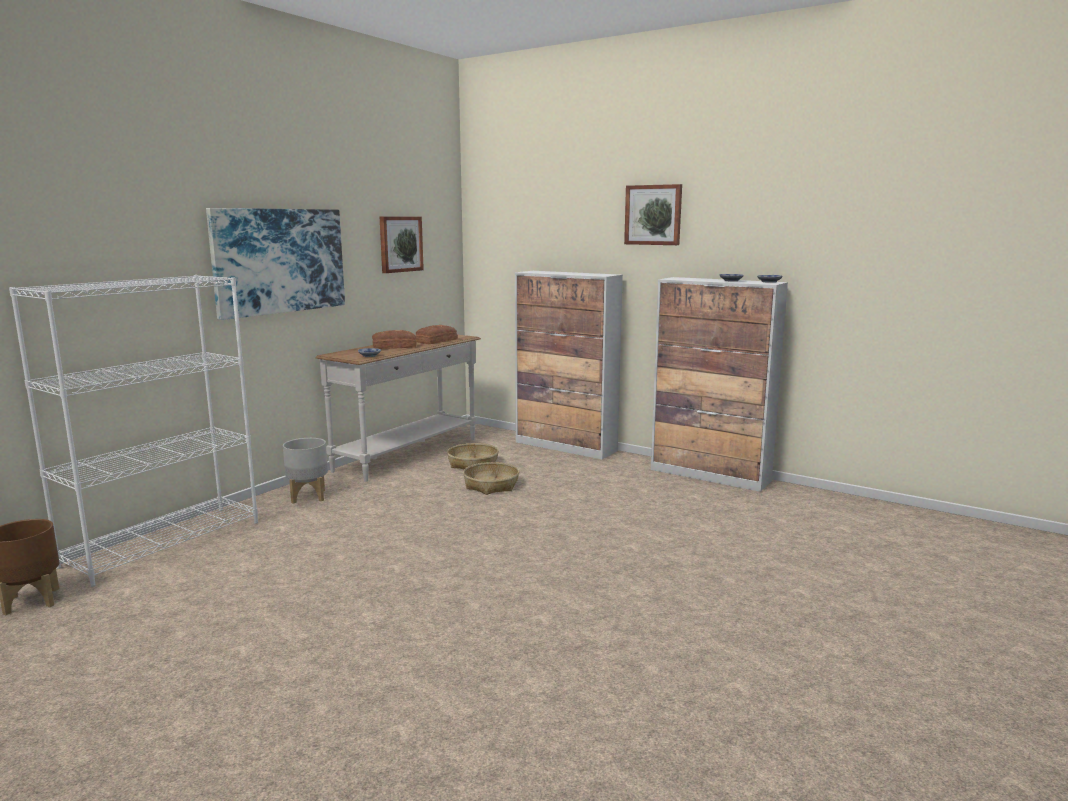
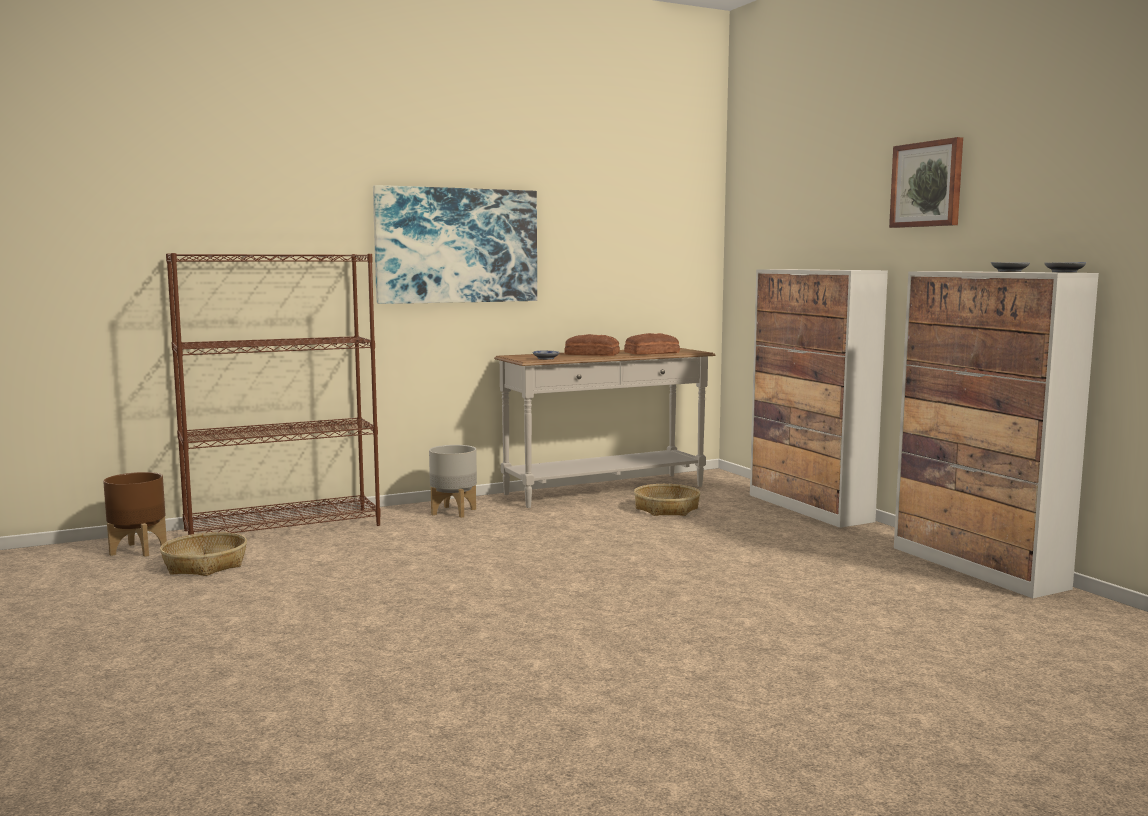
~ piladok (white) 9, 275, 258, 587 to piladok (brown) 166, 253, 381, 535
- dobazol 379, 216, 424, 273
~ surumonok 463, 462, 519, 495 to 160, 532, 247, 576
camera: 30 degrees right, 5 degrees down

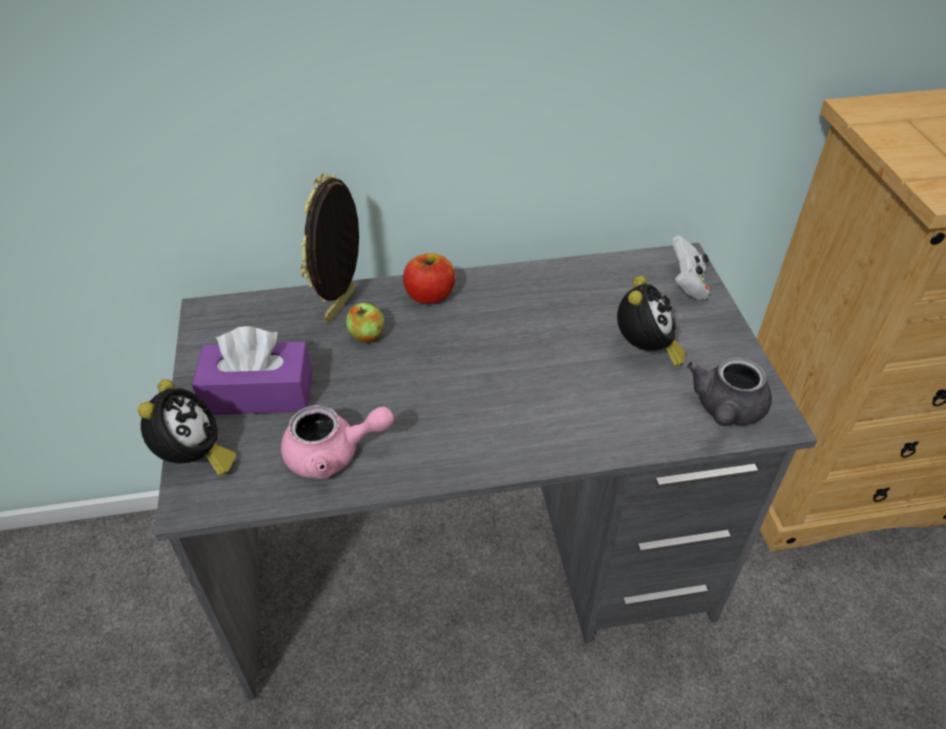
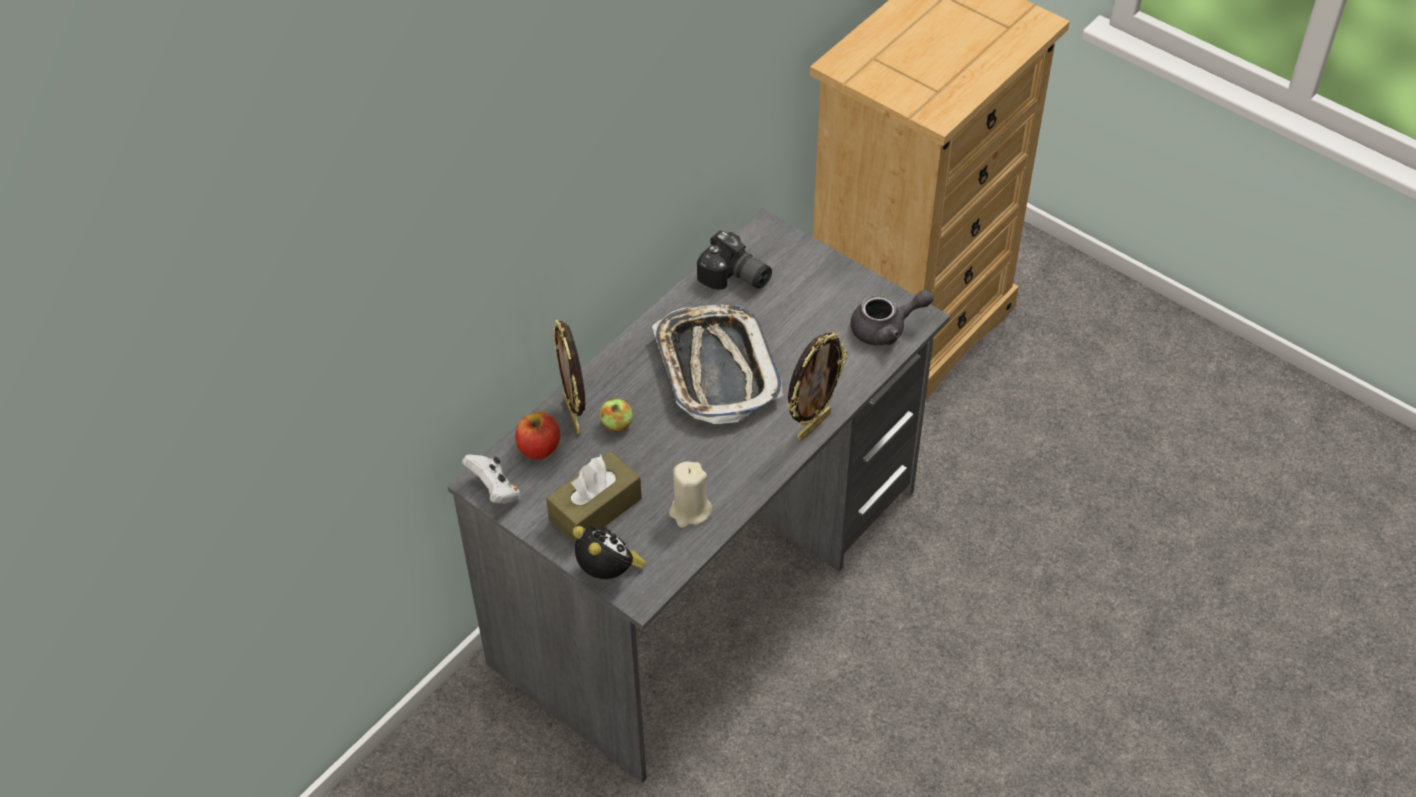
~ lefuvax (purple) 192, 326, 312, 415 to lefuvax (brown) 546, 451, 642, 543
~ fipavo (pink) 281, 405, 394, 479 to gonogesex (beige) 669, 461, 712, 528
~ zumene 403, 253, 455, 304 to 515, 412, 560, 460
- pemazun 617, 276, 685, 367
~ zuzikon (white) 671, 236, 710, 300 to 462, 454, 520, 504
~ fipavo (grey) 687, 357, 772, 426 = 850, 289, 934, 346 90 degrees counterclockwise
+ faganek 652, 304, 783, 424
+ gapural 697, 230, 772, 290
+ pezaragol 788, 332, 848, 441
camera: 40 degrees left, 5 degrees up

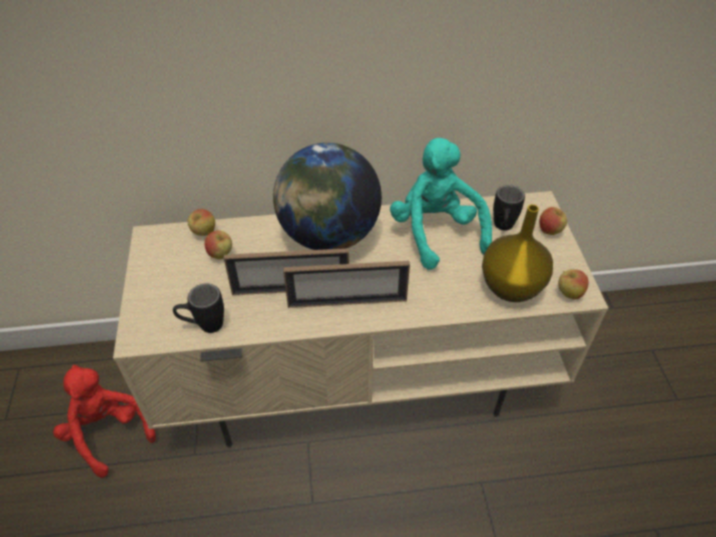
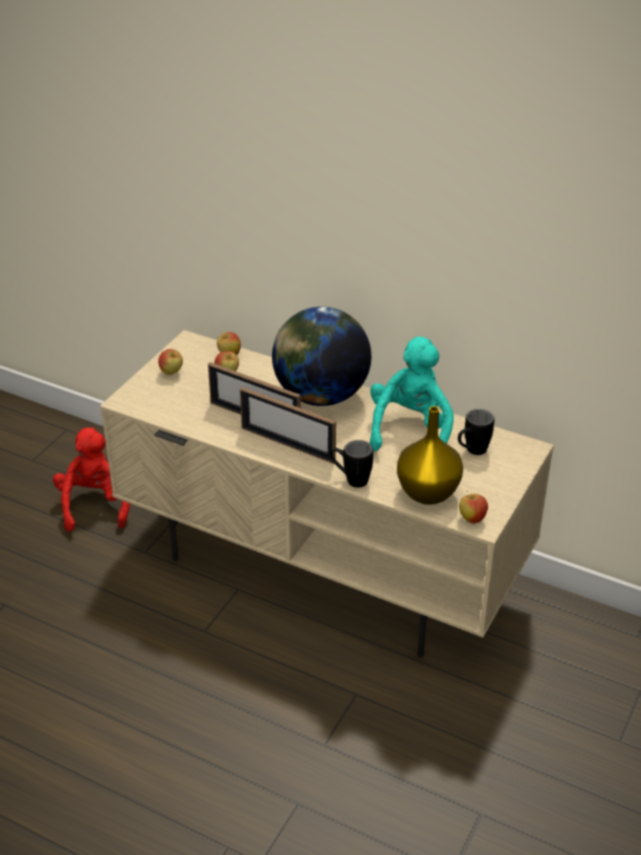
~ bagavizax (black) 173, 284, 224, 333 to 330, 440, 373, 488
~ zumene 539, 207, 568, 235 to 158, 349, 183, 375
camera: 35 degrees right, 10 degrees down

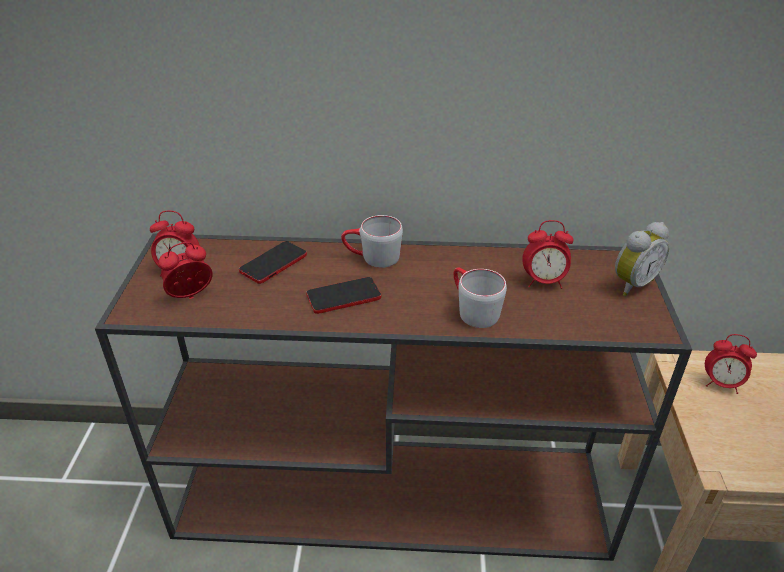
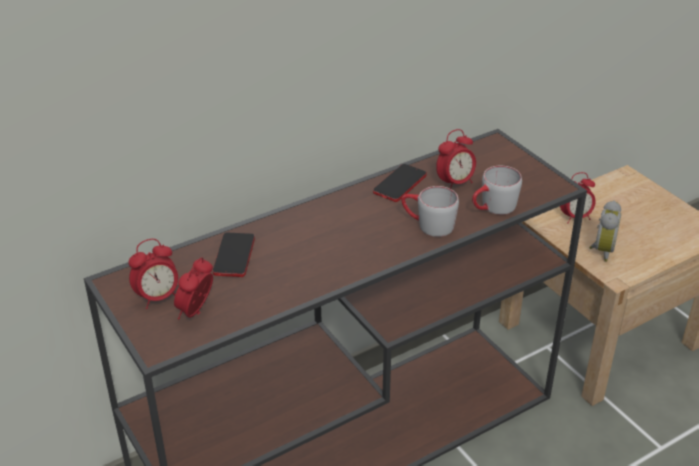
~ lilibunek 306, 277, 381, 314 to 373, 164, 427, 202
~ bagavizax (grey) 341, 215, 403, 268 to 472, 166, 522, 215
~ pemazun 615, 222, 669, 296 to 589, 200, 621, 262
camera: 35 degrees left, 0 degrees up

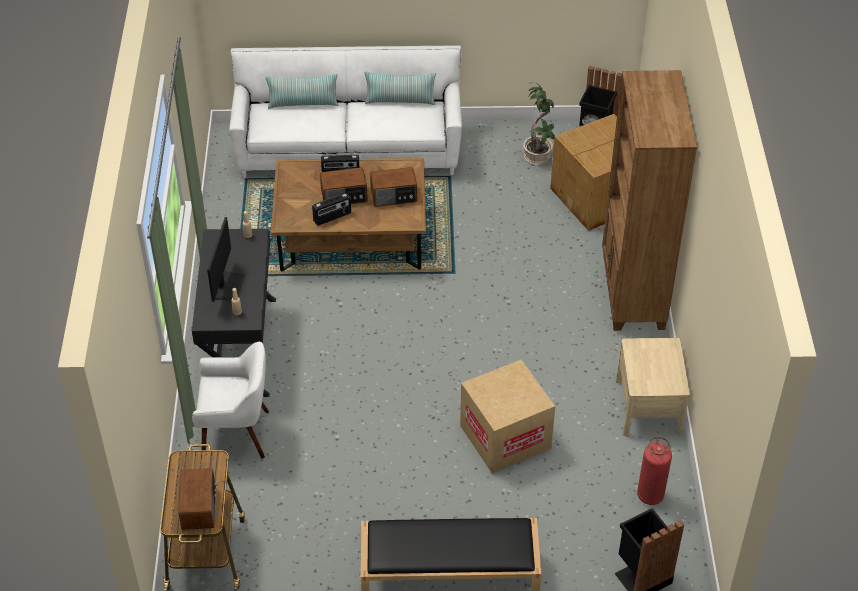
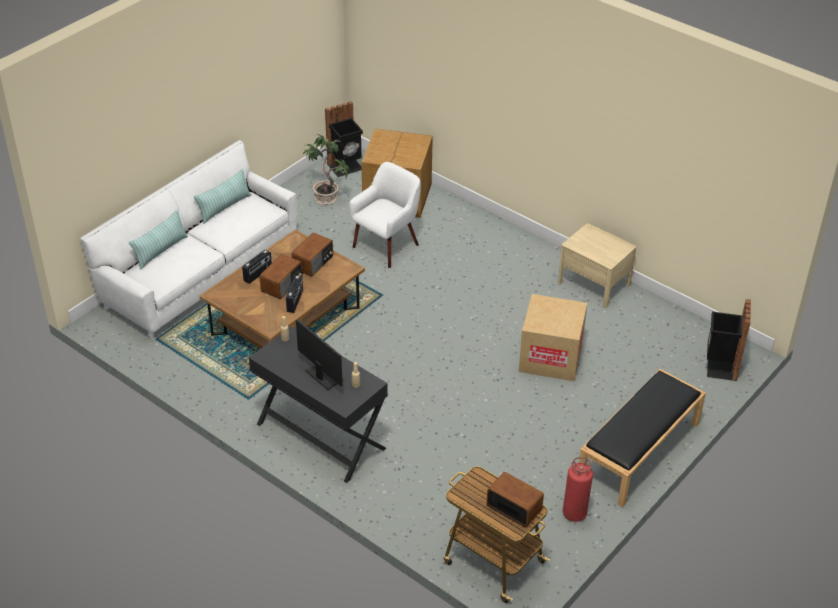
~ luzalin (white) 192, 342, 269, 459 to 349, 162, 421, 268
- piladok (brown) 602, 70, 697, 331
~ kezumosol 637, 437, 672, 505 to 563, 457, 593, 522
camera: 50 degrees left, 5 degrees down

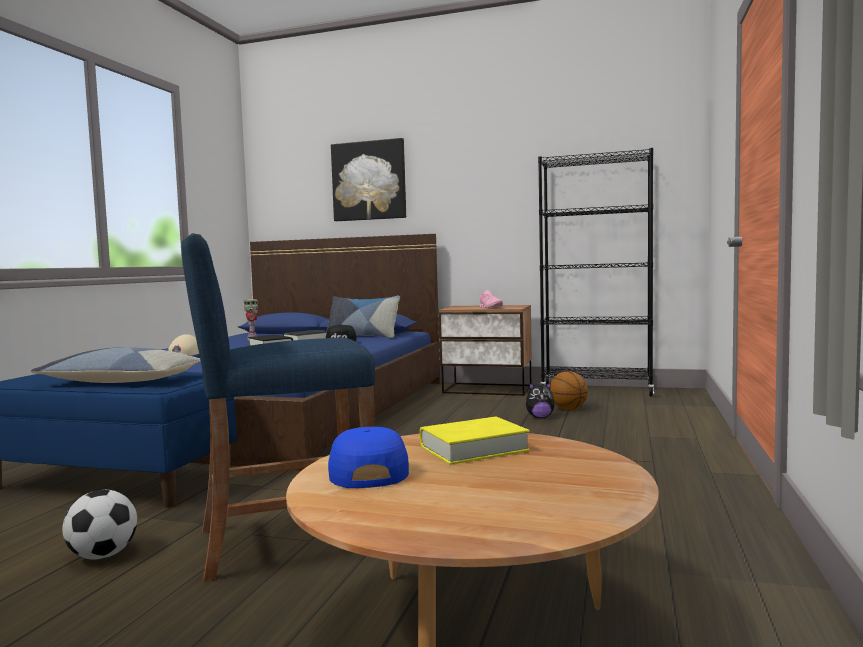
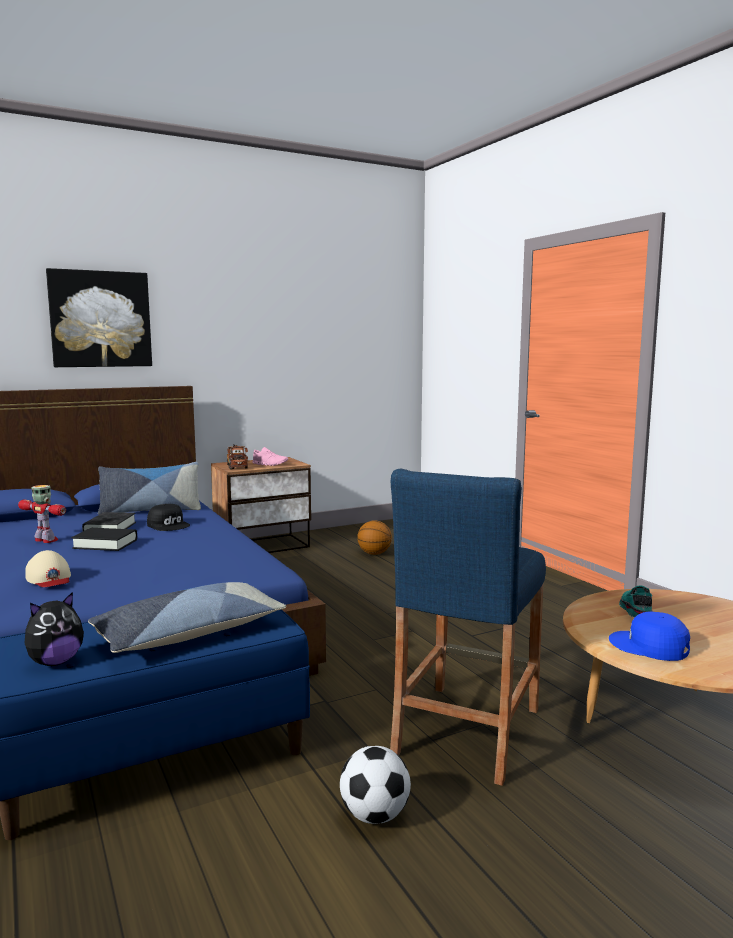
~ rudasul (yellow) 420, 417, 530, 465 to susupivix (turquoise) 619, 585, 652, 617
~ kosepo 526, 382, 555, 418 to 25, 592, 84, 666
- piladok (black) 538, 148, 654, 397
+ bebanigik 227, 445, 248, 469
camera: 45 degrees left, 5 degrees up

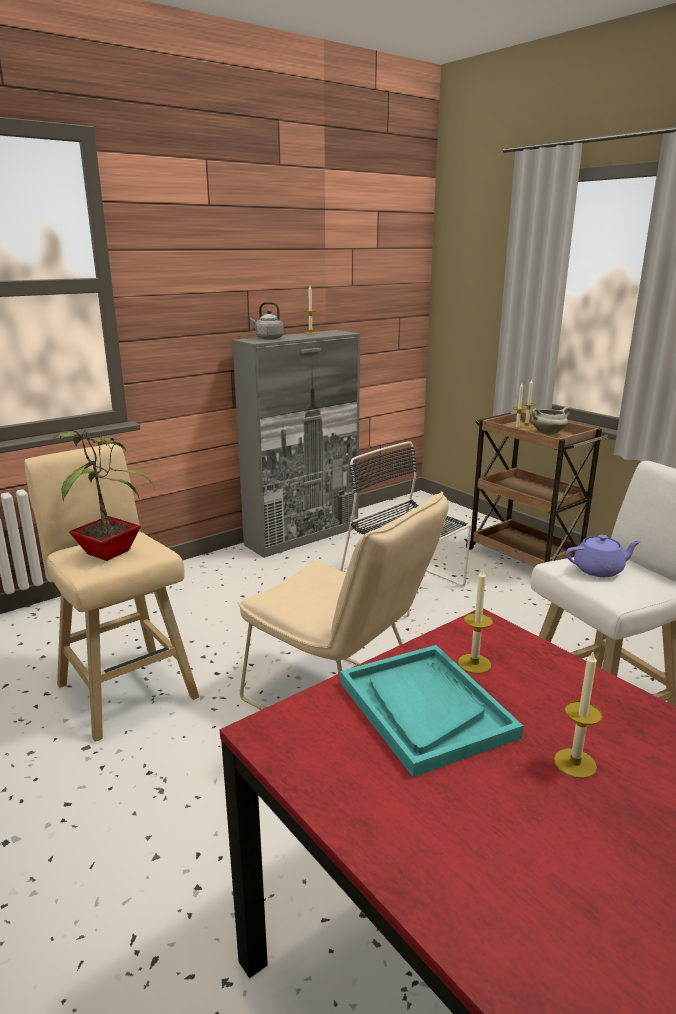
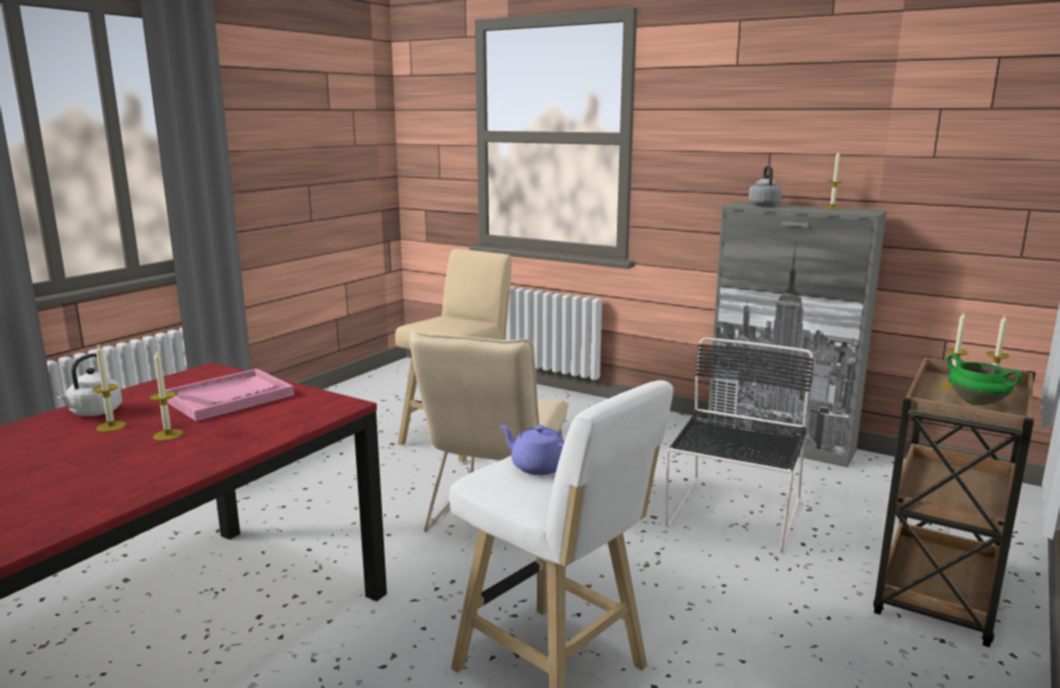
- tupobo 51, 426, 155, 561
~ faganek (turquoise) 340, 645, 523, 777 to faganek (pink) 165, 369, 294, 421
~ gonogesex 458, 569, 493, 674 to 92, 345, 126, 432
~ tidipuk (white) 531, 407, 570, 435 to tidipuk (green) 946, 354, 1022, 406
~ fipavo (purple) 566, 535, 642, 577 = 499, 425, 564, 475 150 degrees clockwise
+ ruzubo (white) 55, 353, 122, 416
camera: 70 degrees right, 5 degrees down

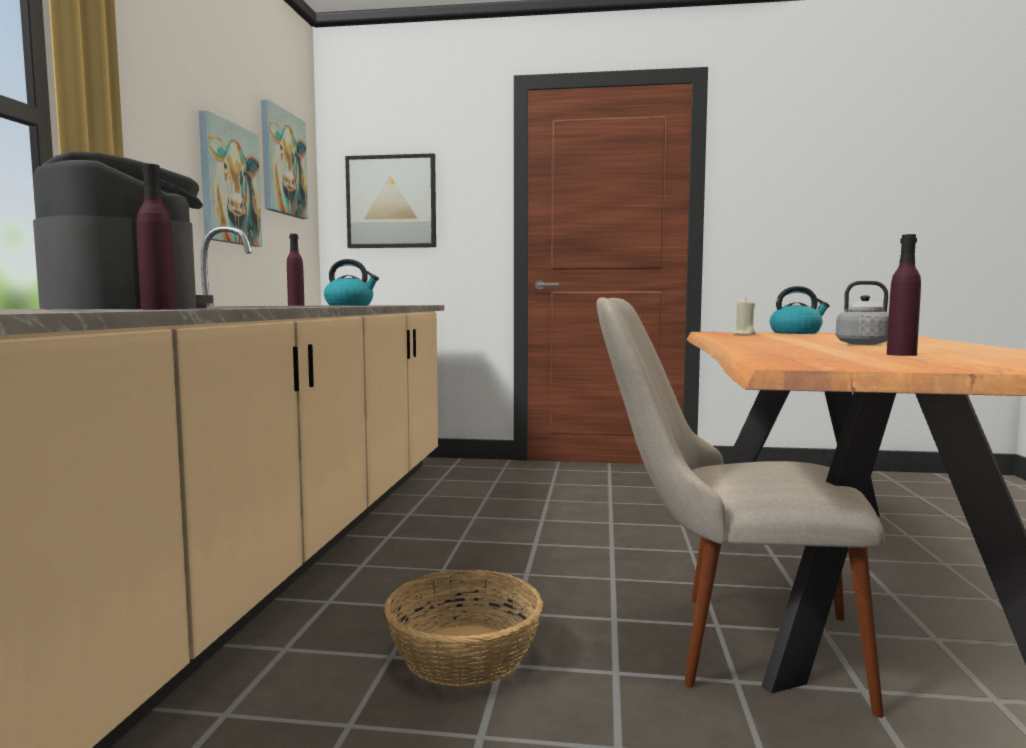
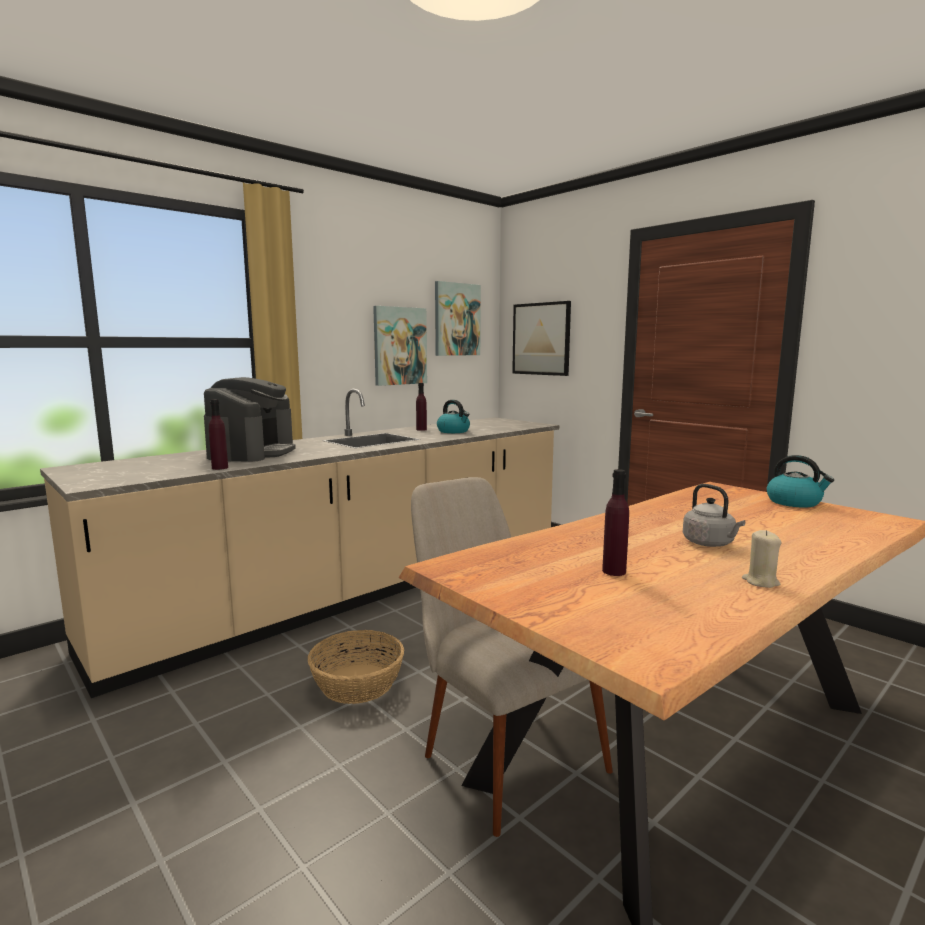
~ gonogesex (beige) 733, 298, 756, 335 to 742, 530, 781, 588
camera: 40 degrees right, 5 degrees up

